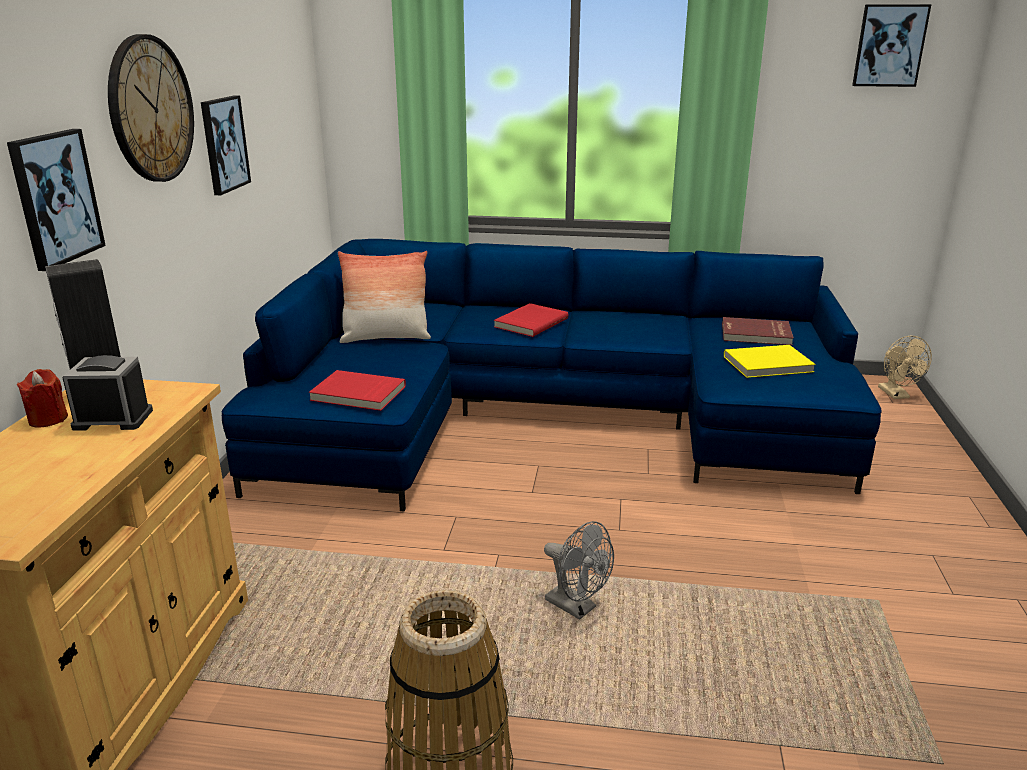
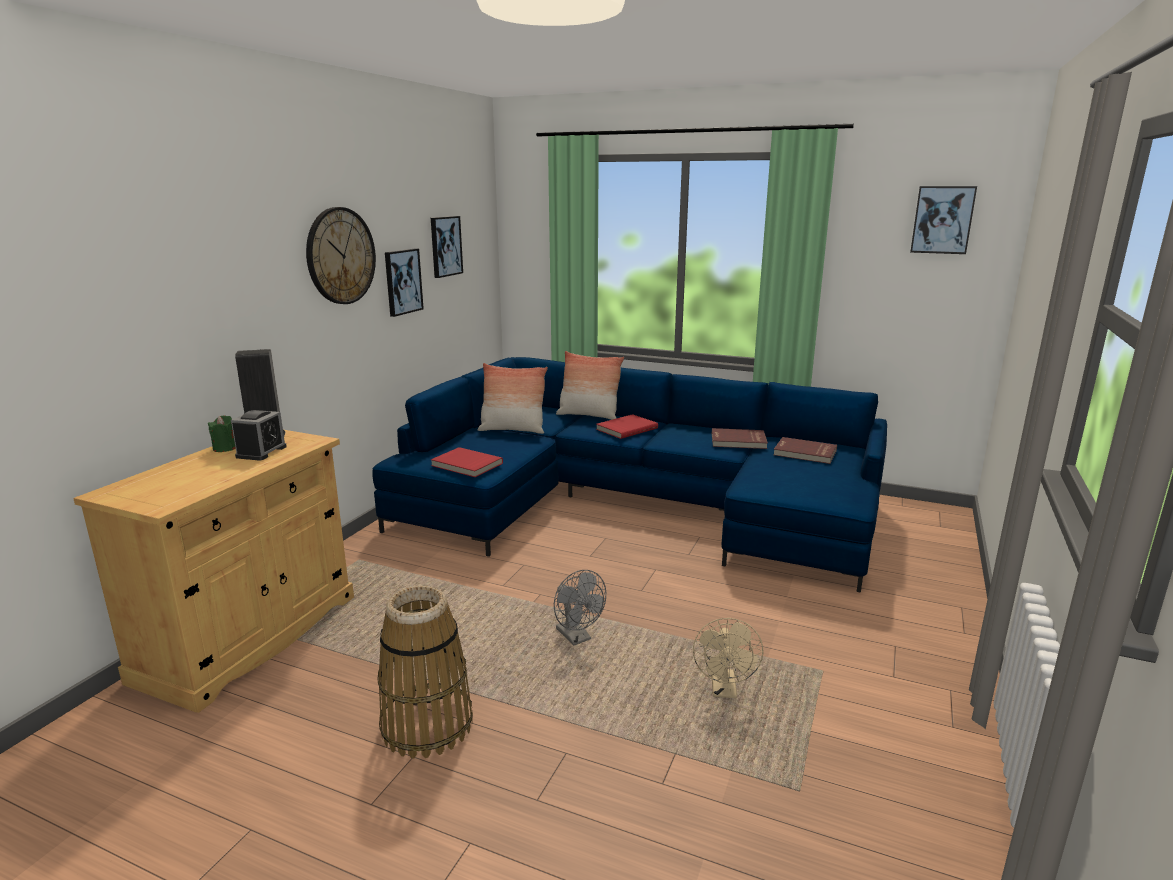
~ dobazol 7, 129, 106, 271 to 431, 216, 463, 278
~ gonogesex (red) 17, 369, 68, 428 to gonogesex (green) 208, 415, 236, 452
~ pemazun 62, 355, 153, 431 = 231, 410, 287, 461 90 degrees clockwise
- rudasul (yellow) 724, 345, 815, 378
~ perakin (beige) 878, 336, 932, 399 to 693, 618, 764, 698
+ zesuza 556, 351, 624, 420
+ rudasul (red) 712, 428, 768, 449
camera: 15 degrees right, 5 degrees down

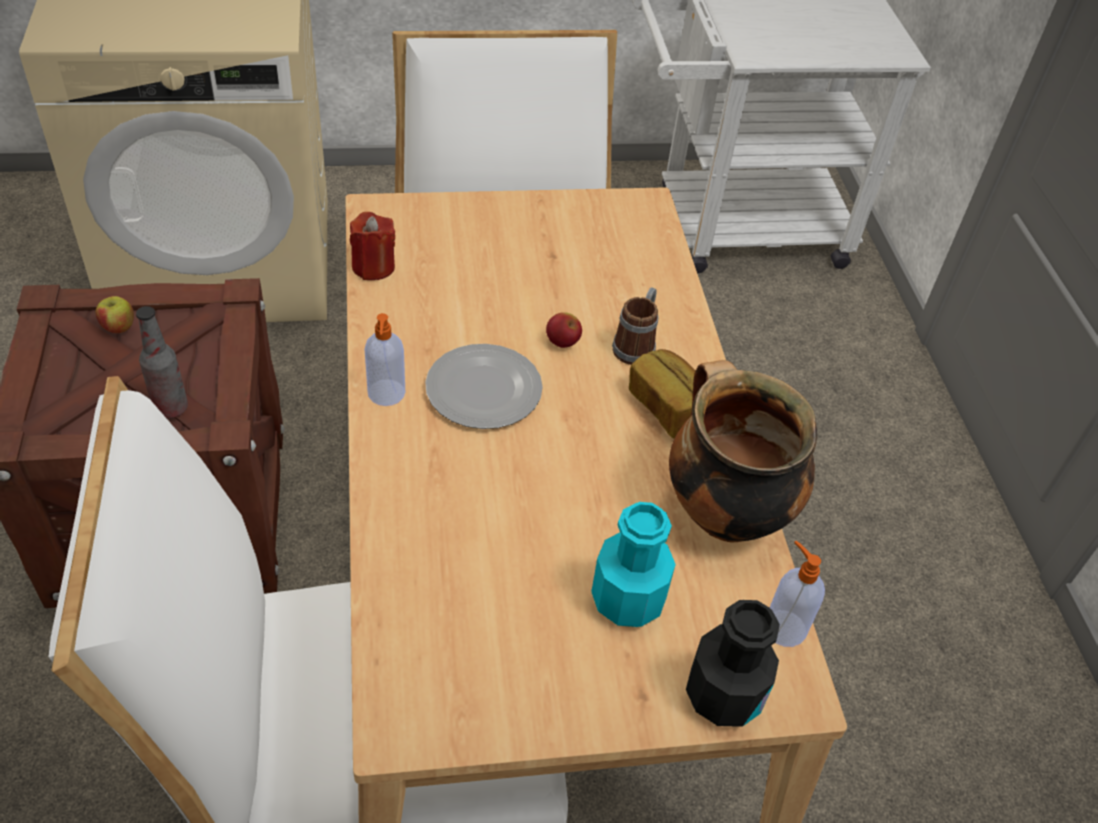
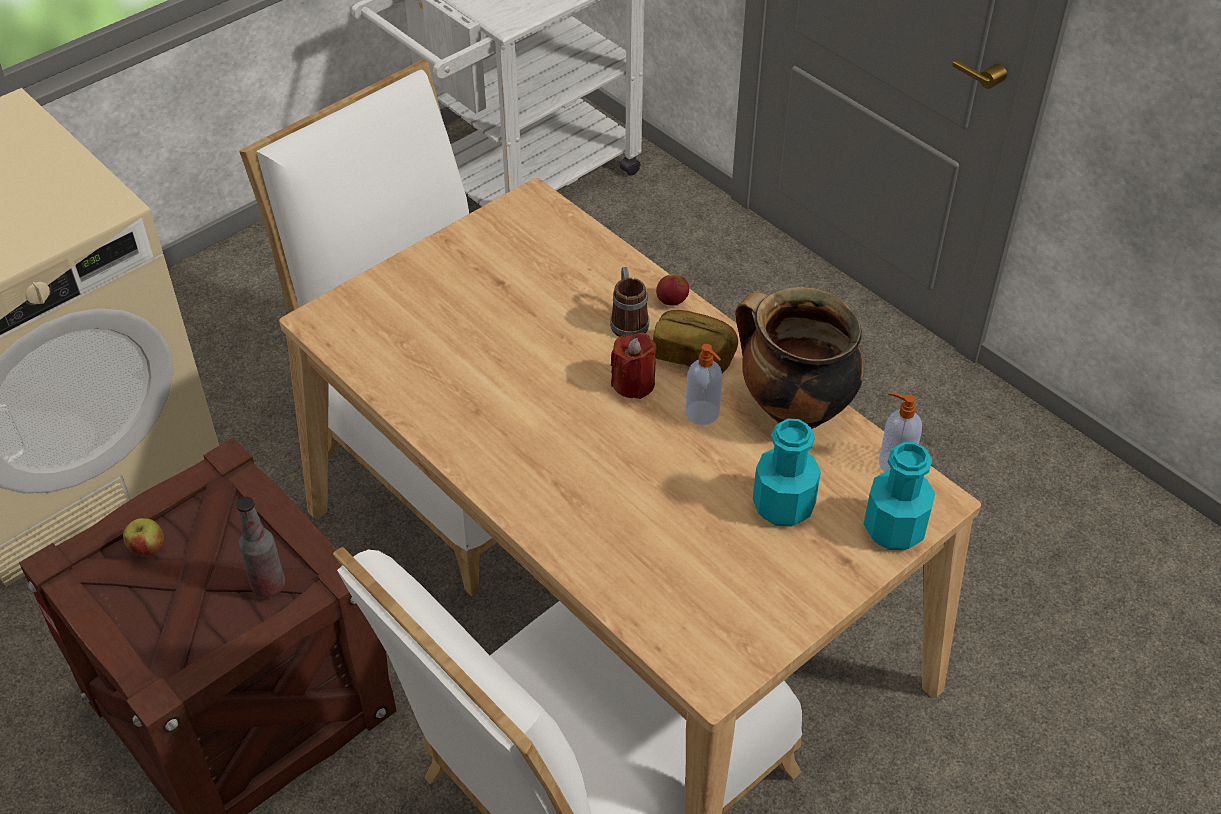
~ gonogesex (red) 350, 212, 395, 280 to 611, 333, 656, 399
~ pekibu 364, 313, 405, 406 to 685, 344, 722, 425
- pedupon 425, 344, 543, 429
~ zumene 546, 312, 582, 348 to 656, 274, 689, 306
~ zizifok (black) 686, 600, 780, 727 to zizifok (turquoise) 864, 442, 935, 550
camera: 30 degrees left, 0 degrees up

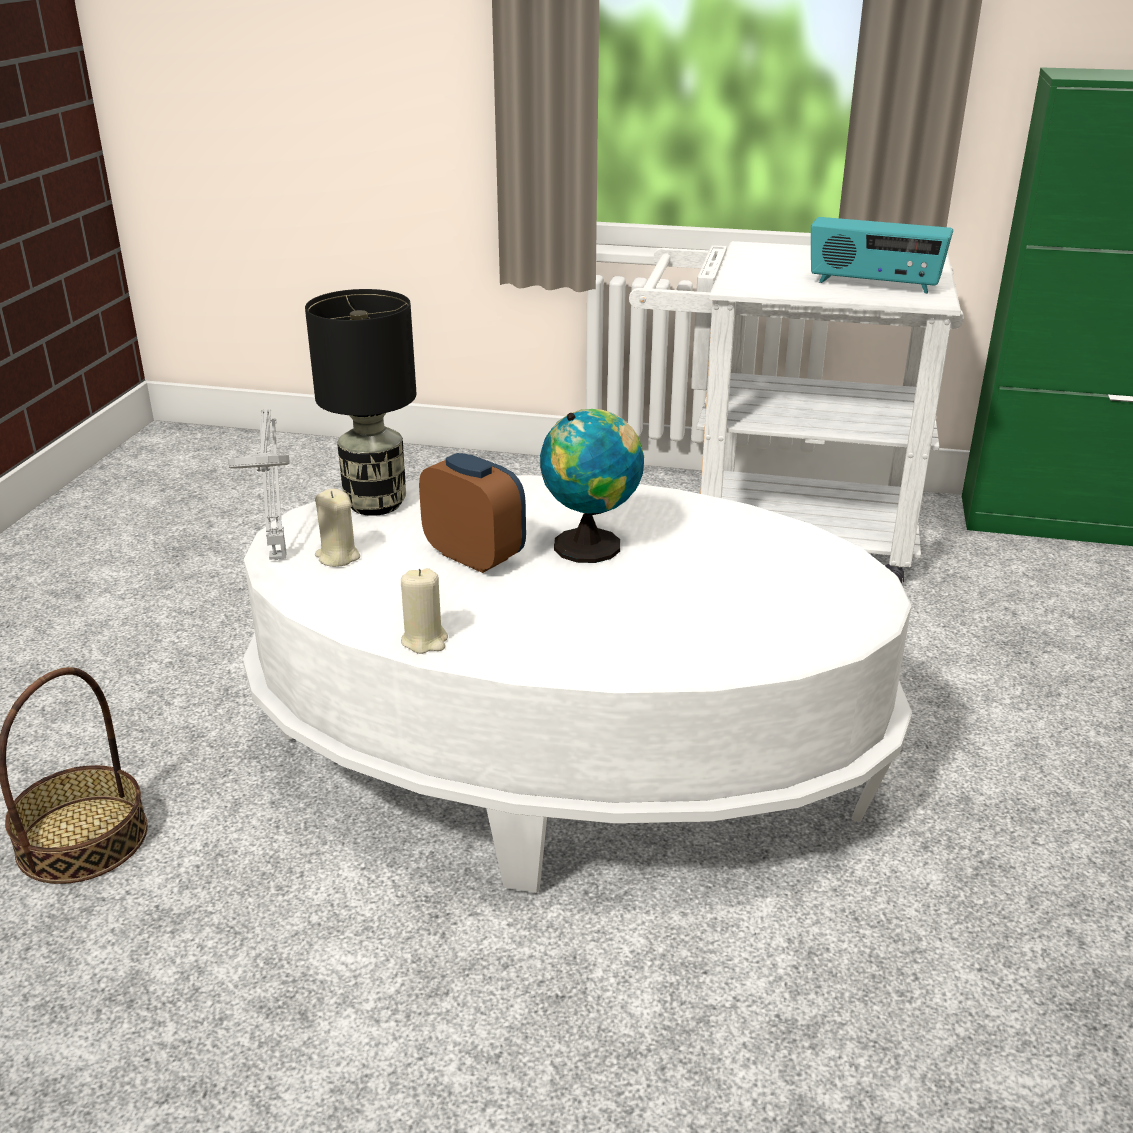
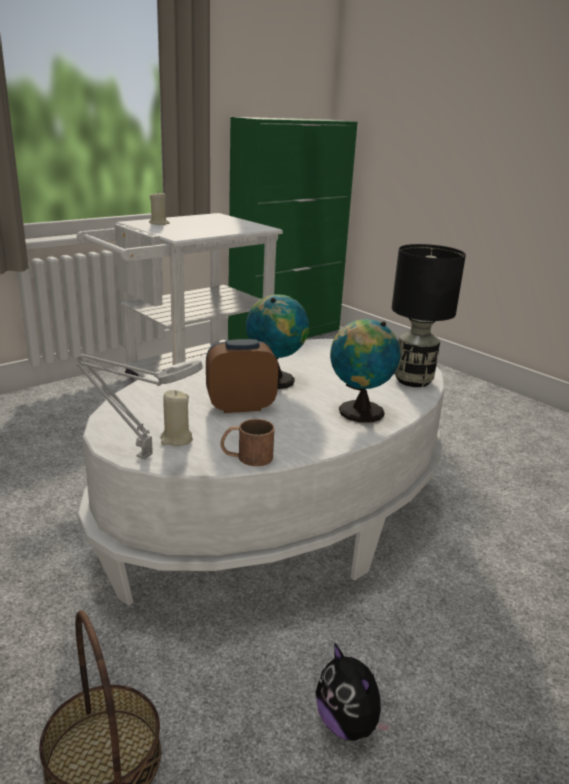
~ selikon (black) 305, 289, 417, 516 to 392, 244, 466, 387
~ gonogesex (beige) 401, 568, 448, 654 to 149, 193, 170, 225
- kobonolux 811, 217, 953, 293
+ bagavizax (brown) 221, 419, 274, 466
+ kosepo 316, 643, 392, 741
+ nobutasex 330, 319, 401, 423
camera: 55 degrees left, 5 degrees down

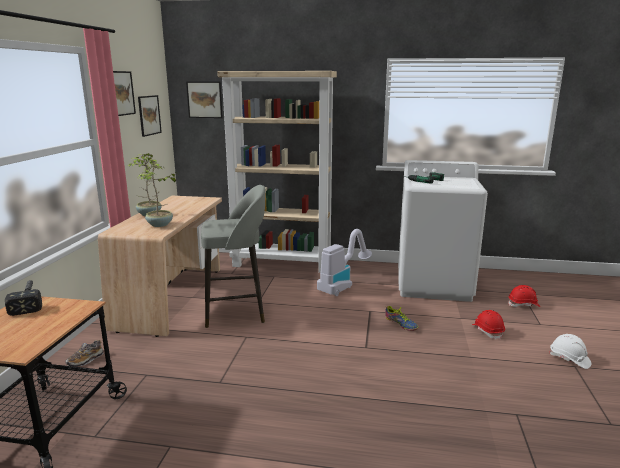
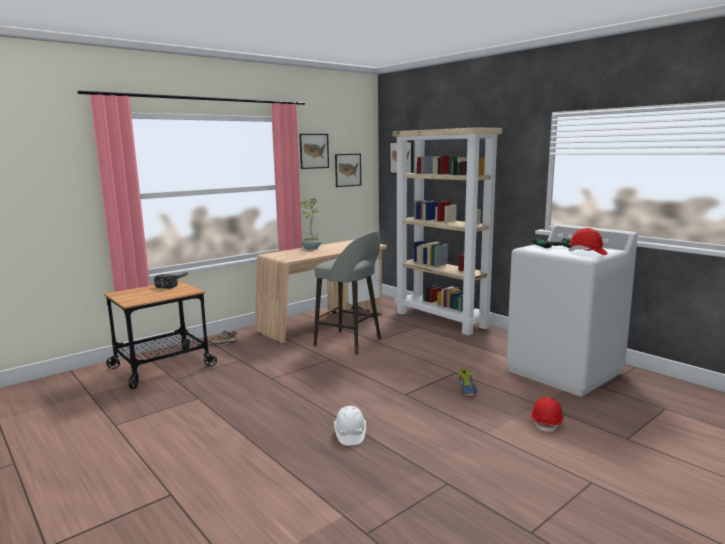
- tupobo 138, 159, 179, 227
- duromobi 317, 229, 372, 296
~ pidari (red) 508, 285, 540, 307 to 568, 228, 608, 255
~ pidari (white) 549, 334, 591, 369 to 334, 406, 366, 445
camera: 40 degrees right, 5 degrees down

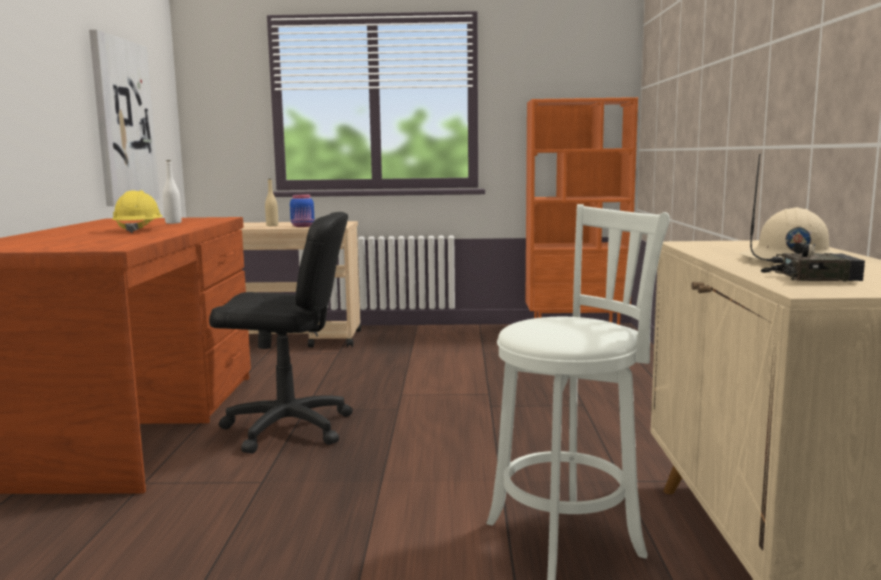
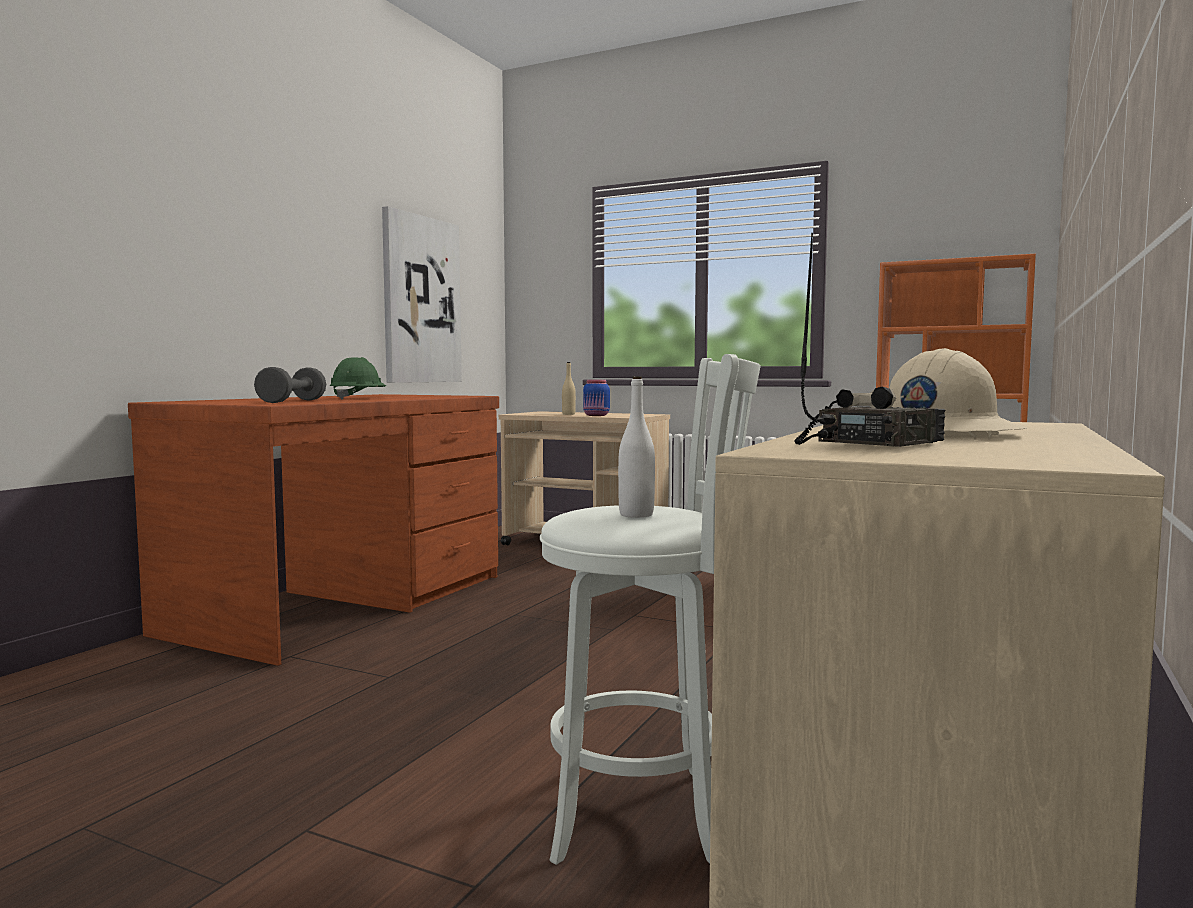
~ pidari (yellow) 112, 190, 163, 233 to pidari (green) 330, 357, 386, 399
~ zizifok (white) 163, 160, 182, 224 to 618, 376, 655, 518
- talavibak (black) 209, 212, 353, 454
~ kobonolux 750, 154, 865, 281 = 794, 233, 945, 447 75 degrees counterclockwise
+ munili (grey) 254, 367, 326, 403
camera: 25 degrees right, 5 degrees down

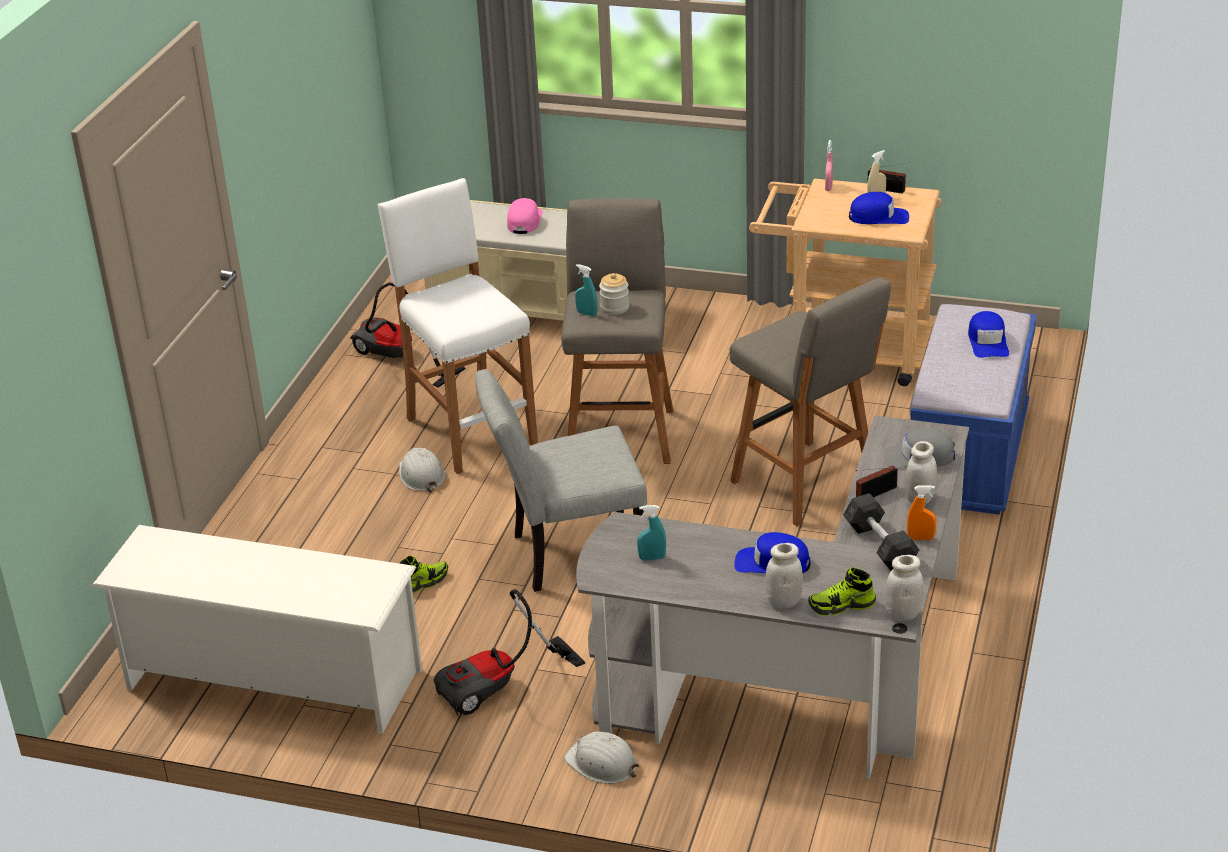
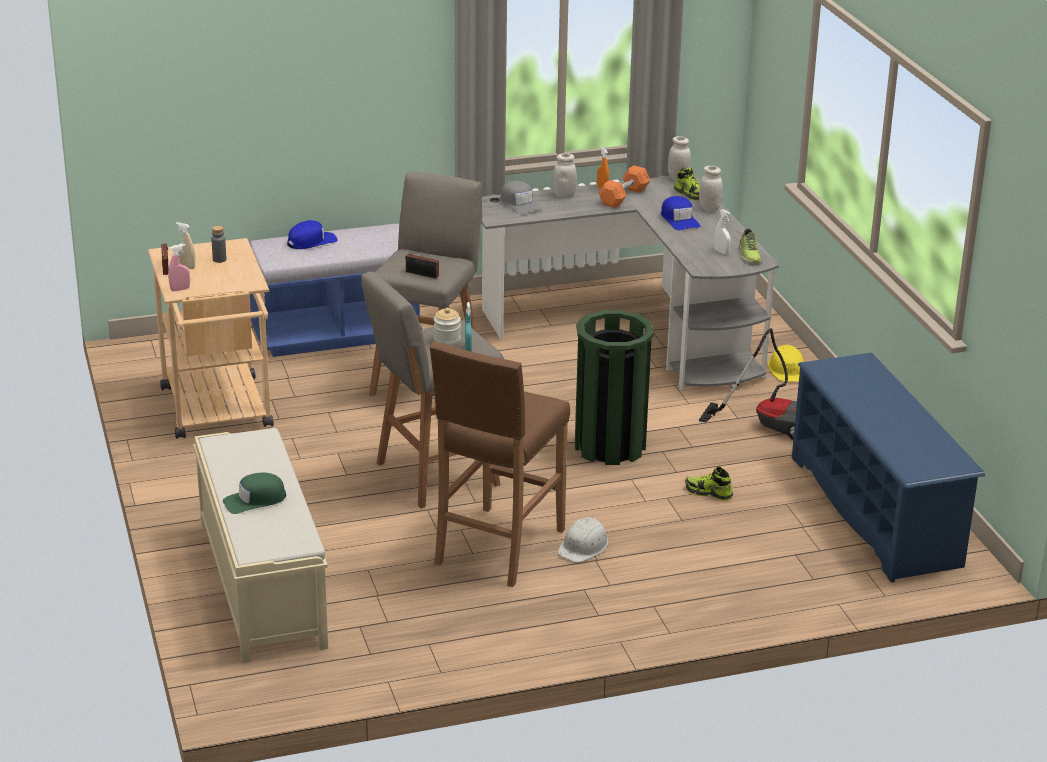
~ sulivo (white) 92, 525, 422, 734 to sulivo (blue) 792, 353, 985, 582
- duromobi 350, 282, 466, 388
~ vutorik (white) 378, 178, 538, 474 to vutorik (brown) 430, 341, 570, 587
~ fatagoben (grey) 475, 369, 647, 592 to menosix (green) 575, 310, 654, 465
~ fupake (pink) 507, 198, 543, 234 to fupake (green) 223, 473, 286, 514
~ pidari (white) 564, 732, 640, 784 to pidari (yellow) 768, 345, 804, 382
~ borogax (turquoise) 637, 505, 666, 561 to borogax (white) 714, 209, 731, 255
~ munili (grey) 843, 493, 919, 571 to munili (orange) 598, 165, 650, 208
~ fupake (blue) 849, 192, 909, 224 to zizifok (grey) 211, 226, 226, 263
~ kobonolux 855, 465, 898, 497 to 406, 250, 439, 279
+ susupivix 739, 229, 762, 263
camera: 125 degrees left, 5 degrees down

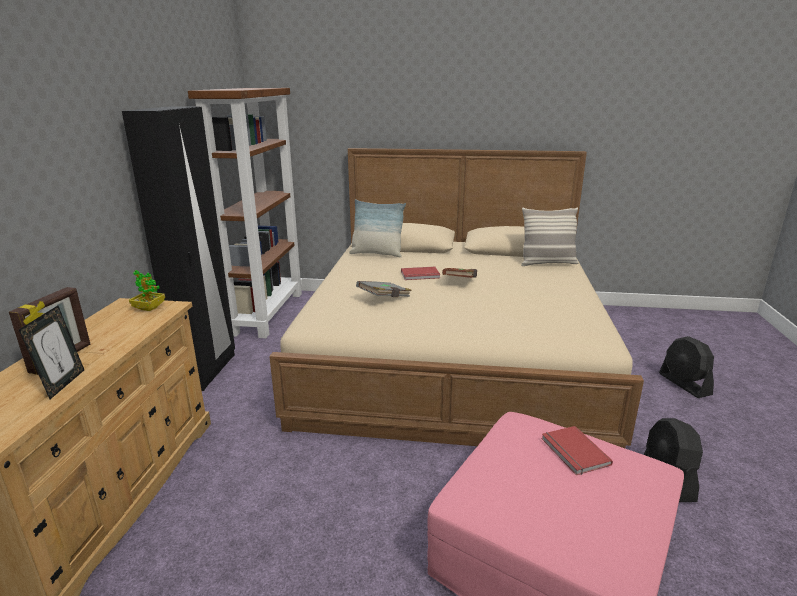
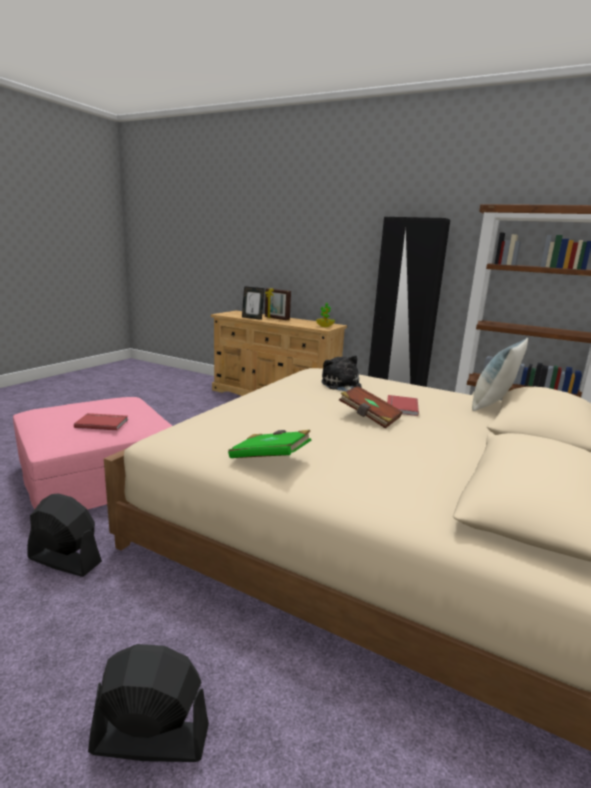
~ rudasul (grey) 356, 281, 412, 297 to kosepo 321, 355, 362, 391
- zesuza 521, 208, 578, 266
+ rudasul (green) 228, 430, 311, 458
camera: 110 degrees right, 5 degrees down

